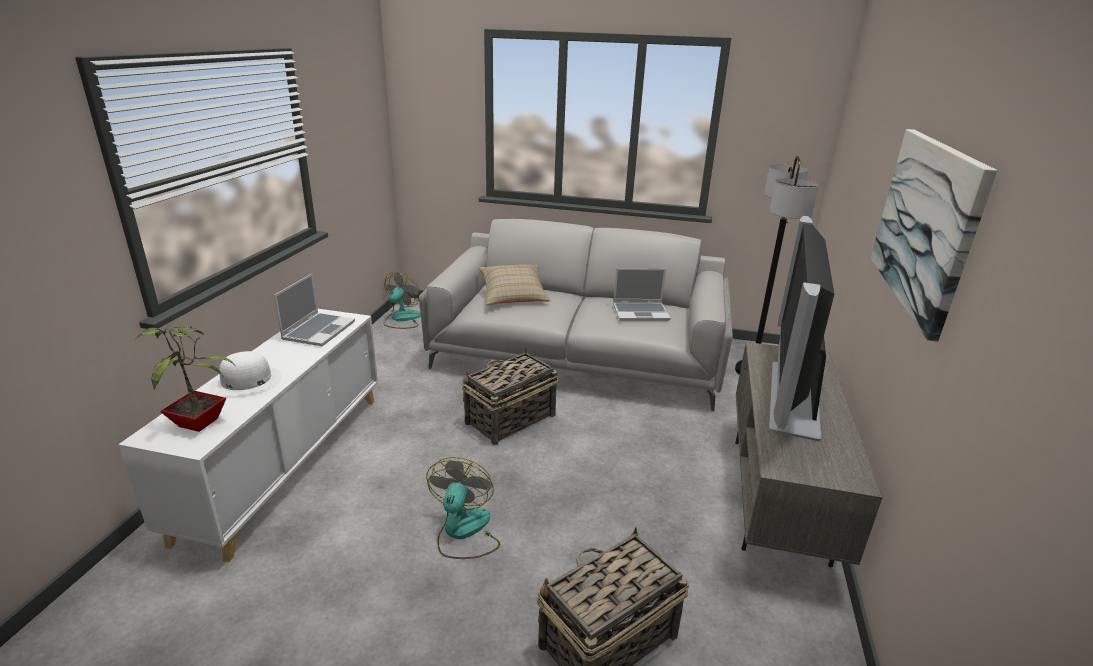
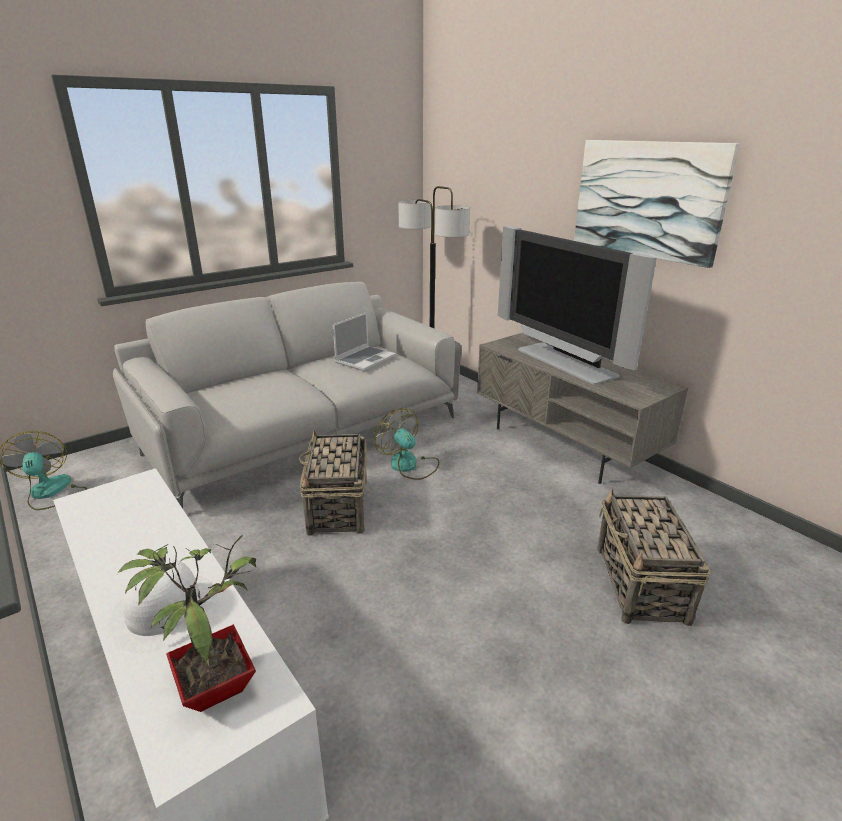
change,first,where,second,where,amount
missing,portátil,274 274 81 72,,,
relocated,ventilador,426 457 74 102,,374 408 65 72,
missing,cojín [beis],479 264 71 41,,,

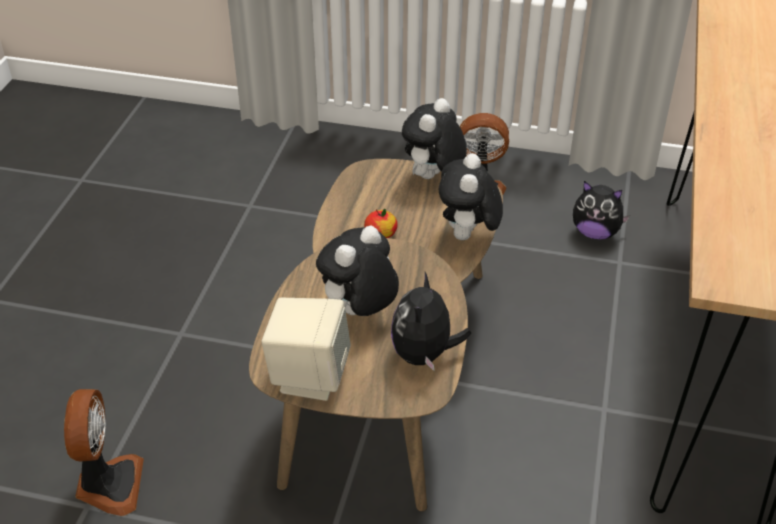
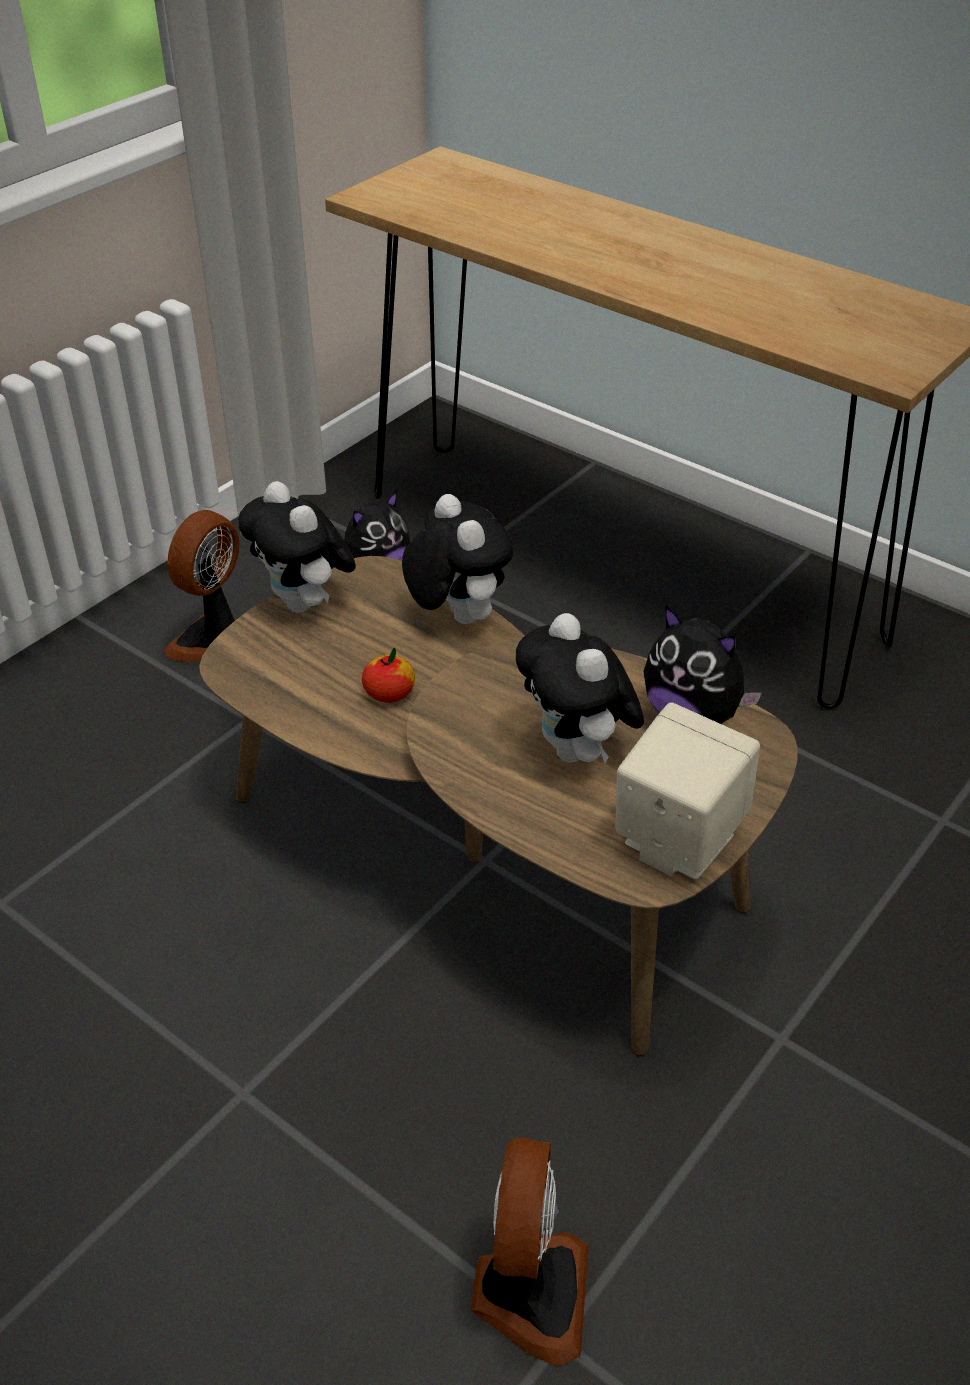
change,first,where,second,where,amount
spun,ventilador,64 389 80 127,,471 1137 118 228,75 degrees clockwise
spun,peluche,439 153 64 87,,402 494 111 130,150 degrees counterclockwise

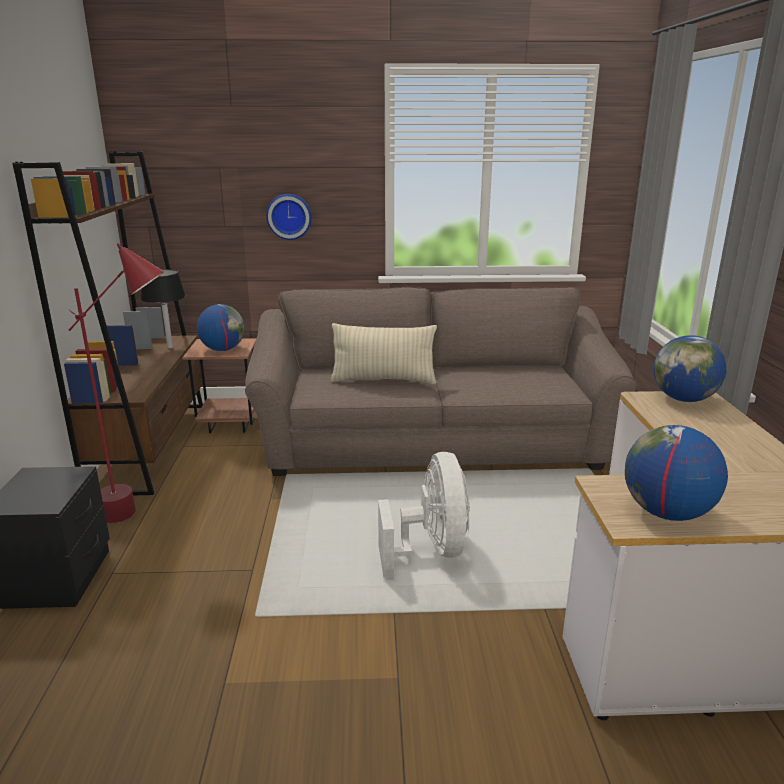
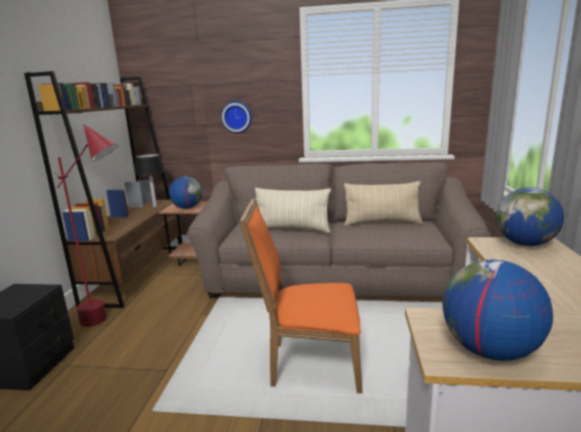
change,first,where,second,where,amount
exchanged,ventilador [blanco],378 452 92 126,silla [naranja],239 198 124 195,
appeared,,,cojín [beis],344 181 79 45,

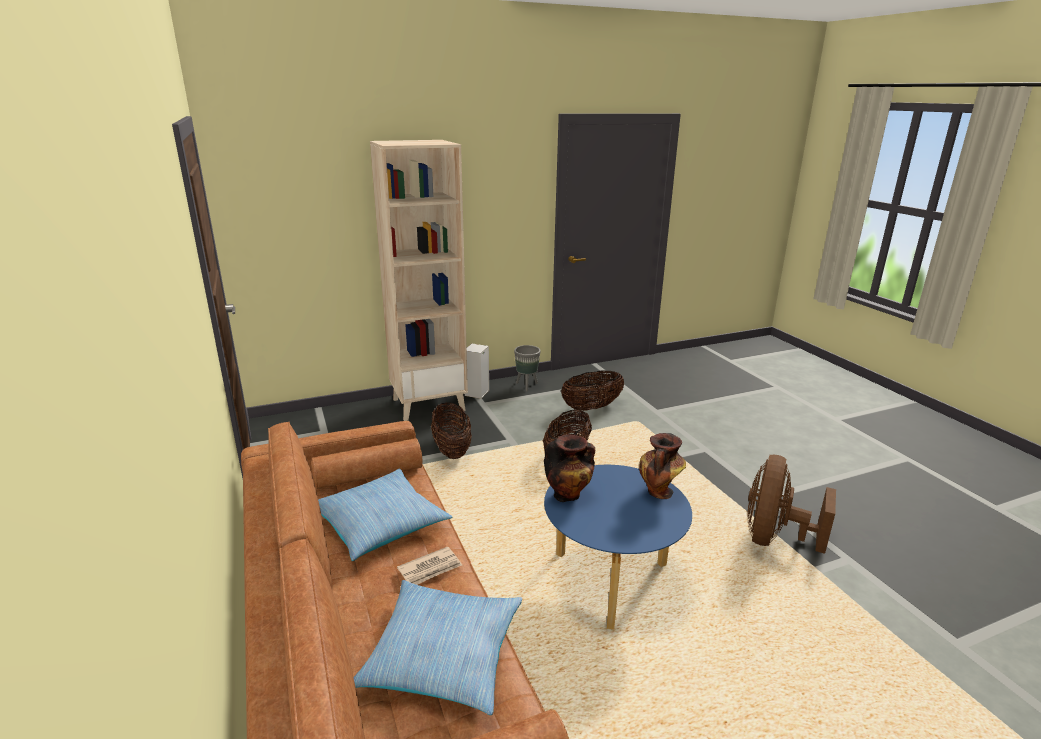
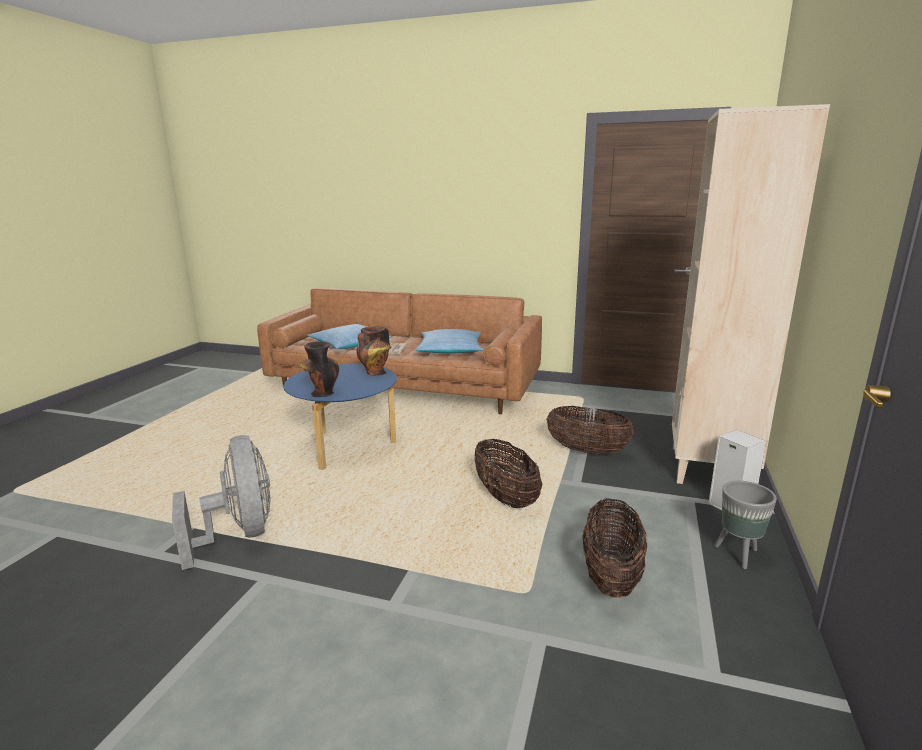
change,first,where,second,where,amount
colour,ventilador [marrón],748 455 88 99,ventilador [gris],172 435 98 135,

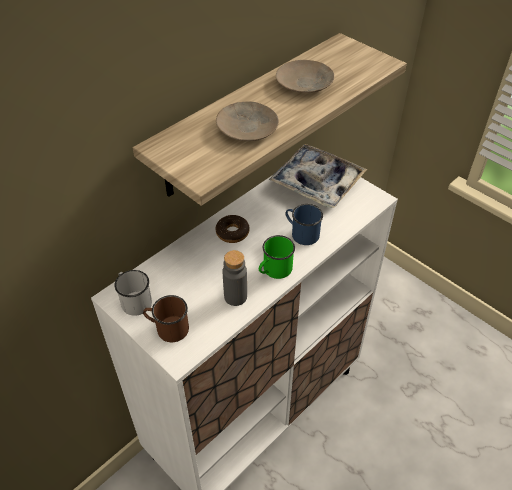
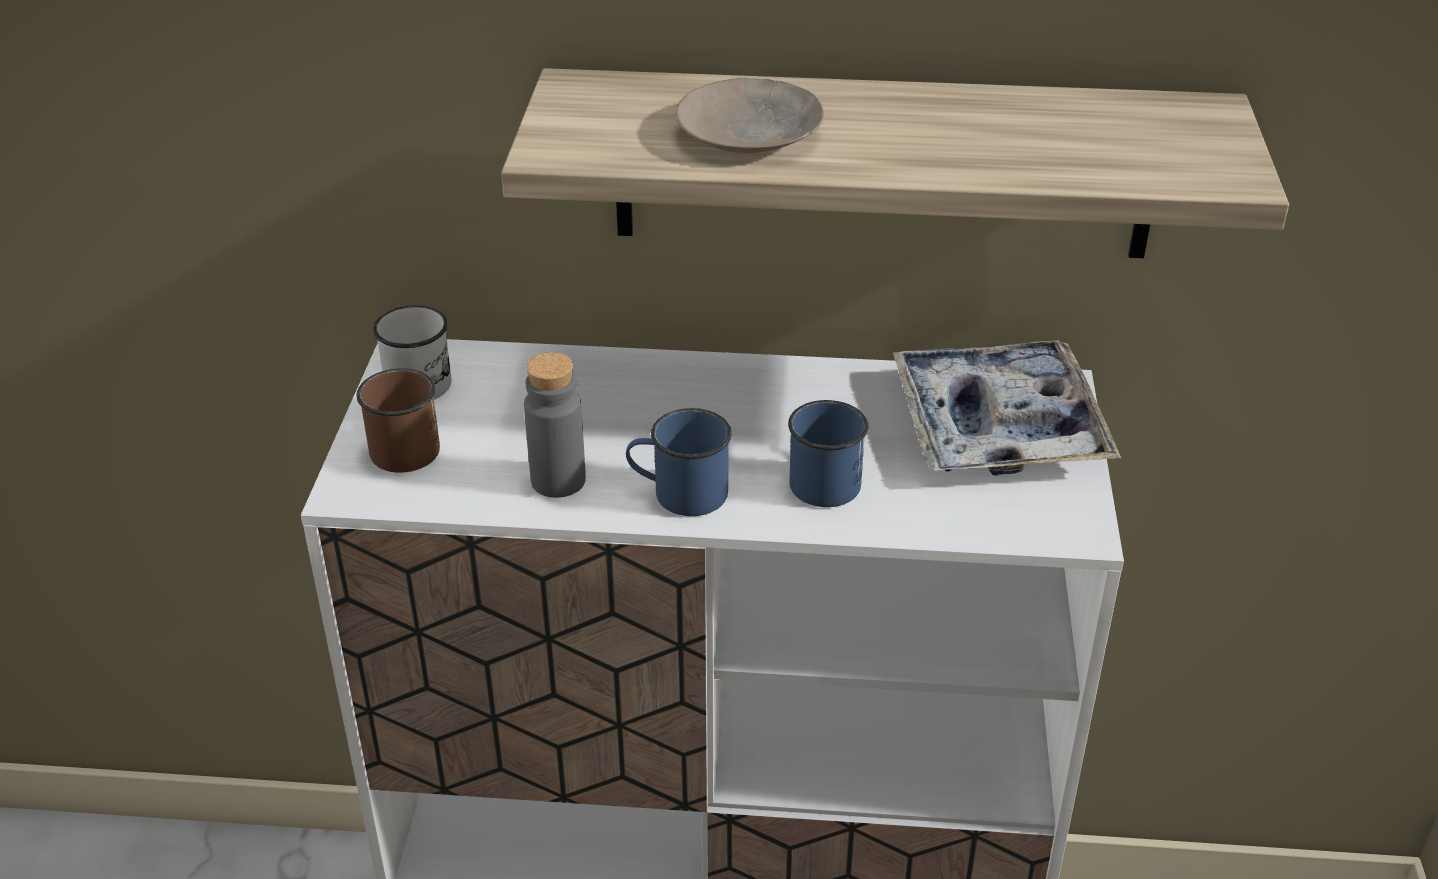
change,first,where,second,where,amount
missing,rosquilla,216 215 33 28,,,
colour,taza grande [verde],259 235 36 44,taza grande [azul],626 408 106 108,
missing,plato [beis],276 60 58 33,,,

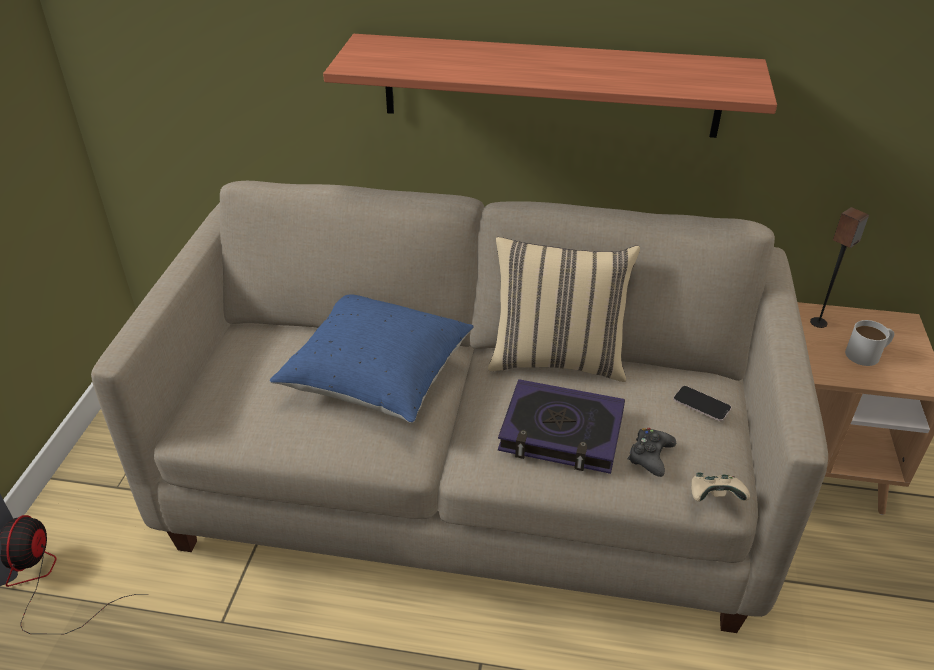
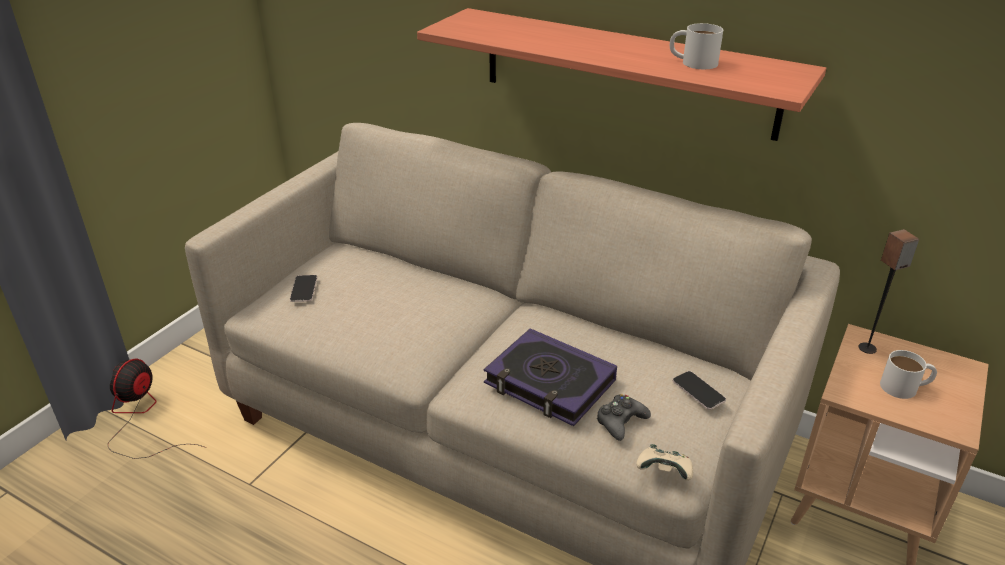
change,first,where,second,where,amount
missing,cojín [azul],270 294 203 129,,,
missing,cojín [beis],488 237 152 145,,,
appeared,,,móvil,290 275 27 27,
appeared,,,taza grande [blanco],670 23 53 46,

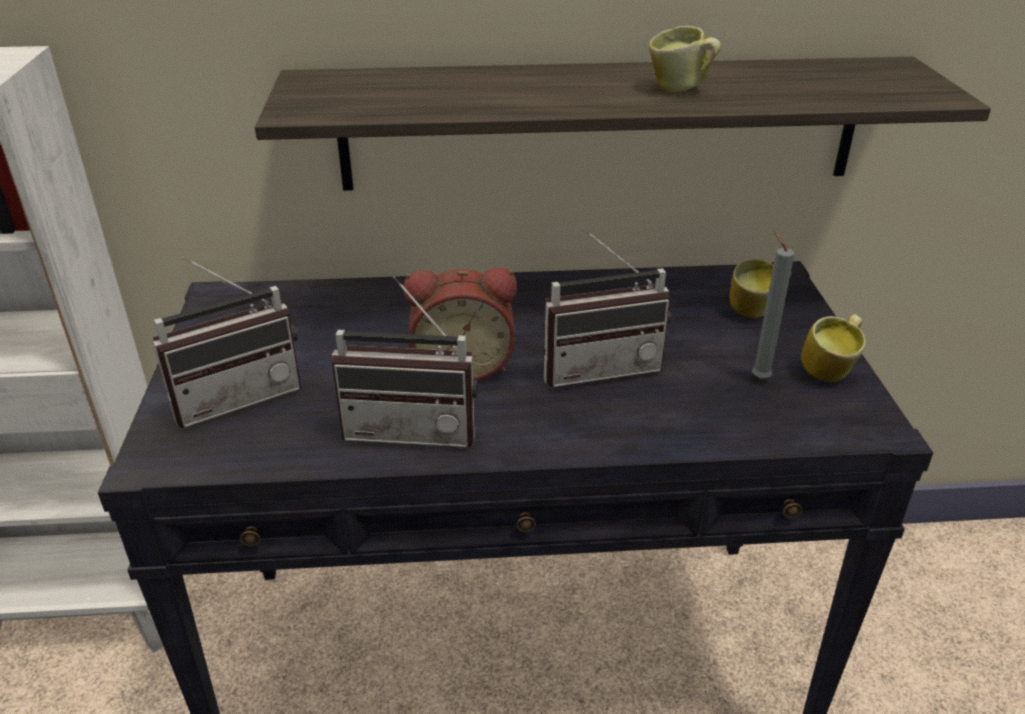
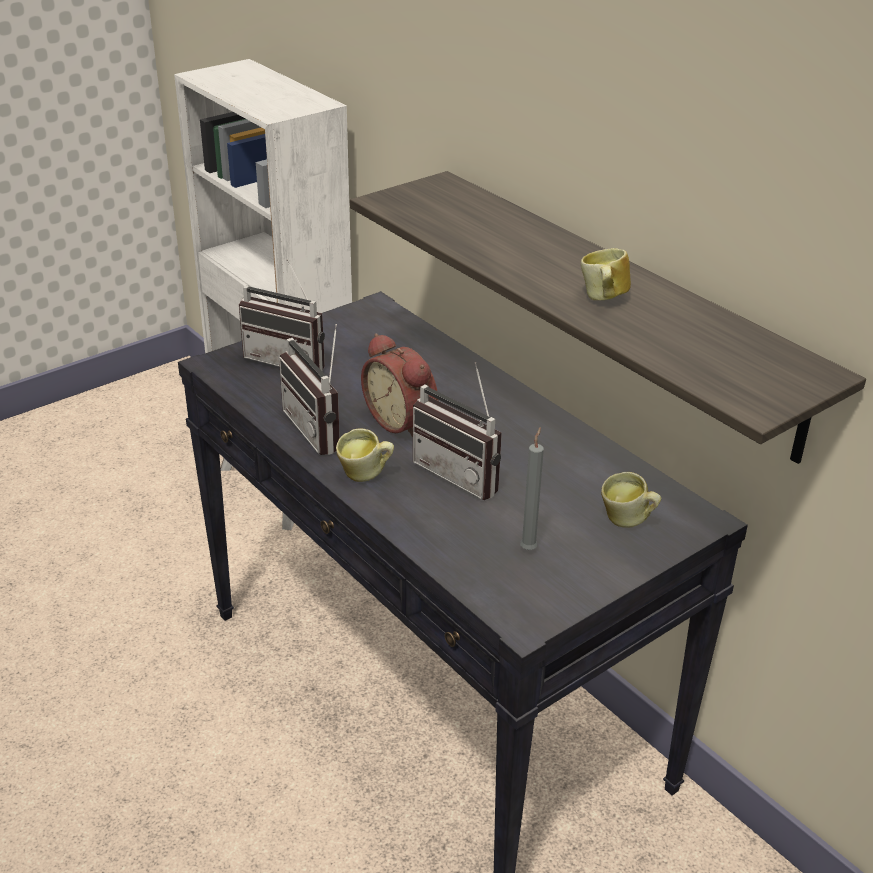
change,first,where,second,where,amount
relocated,taza grande,801 314 65 68,,336 428 58 54,

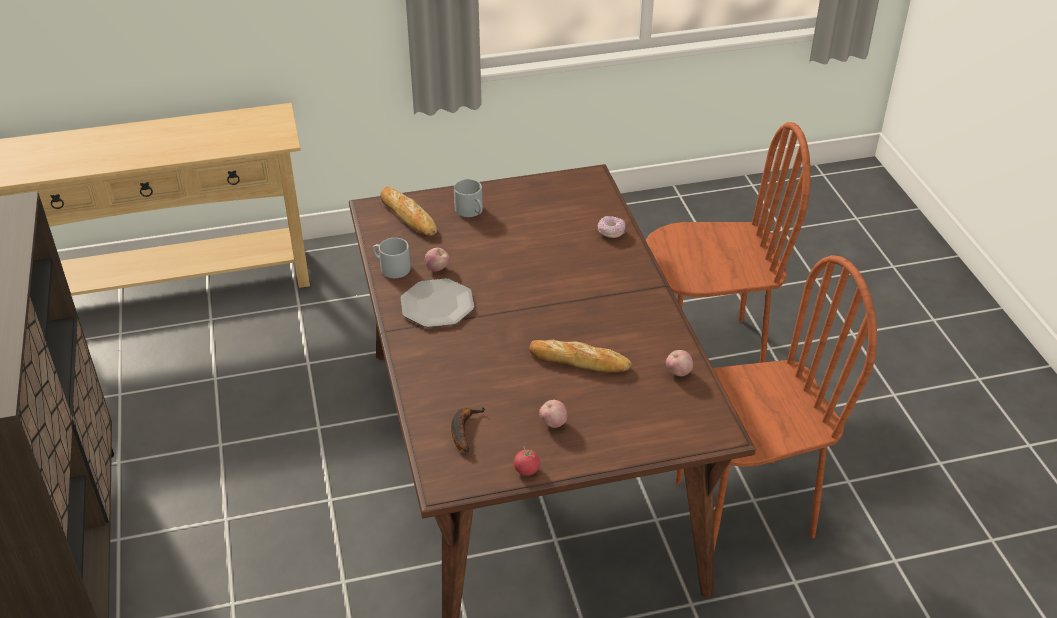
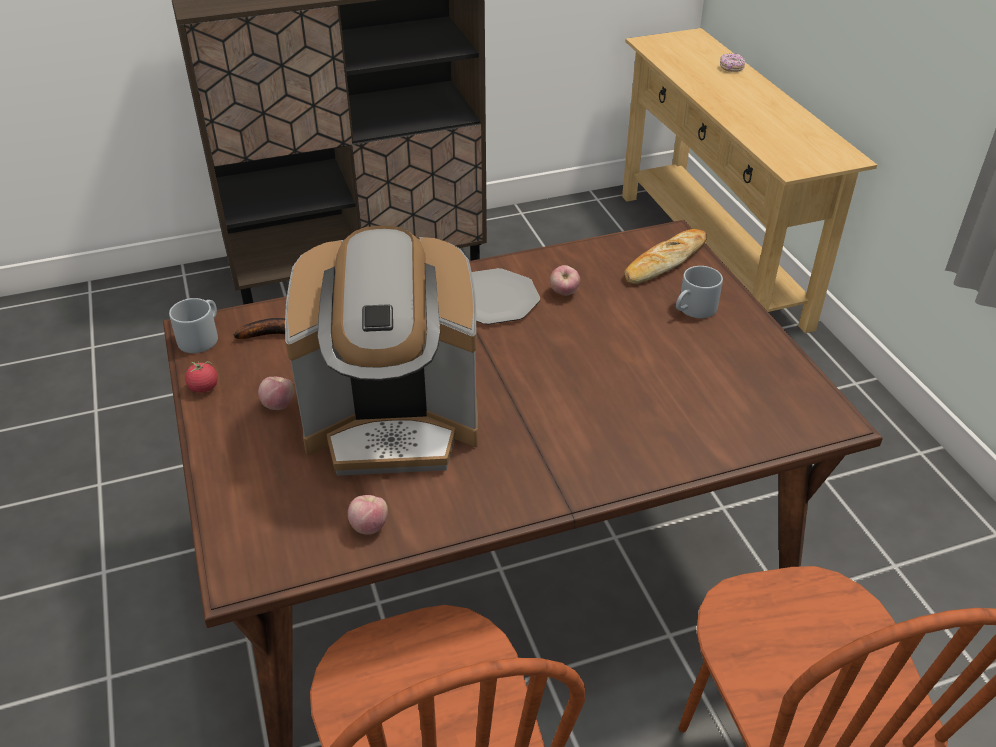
change,first,where,second,where,amount
relocated,taza grande [gris],372 238 38 40,,169 298 49 55,
exchanged,pan,529 340 103 33,cafetera,285 225 193 251,
relocated,rosquilla,598 216 27 22,,720 53 25 19,

